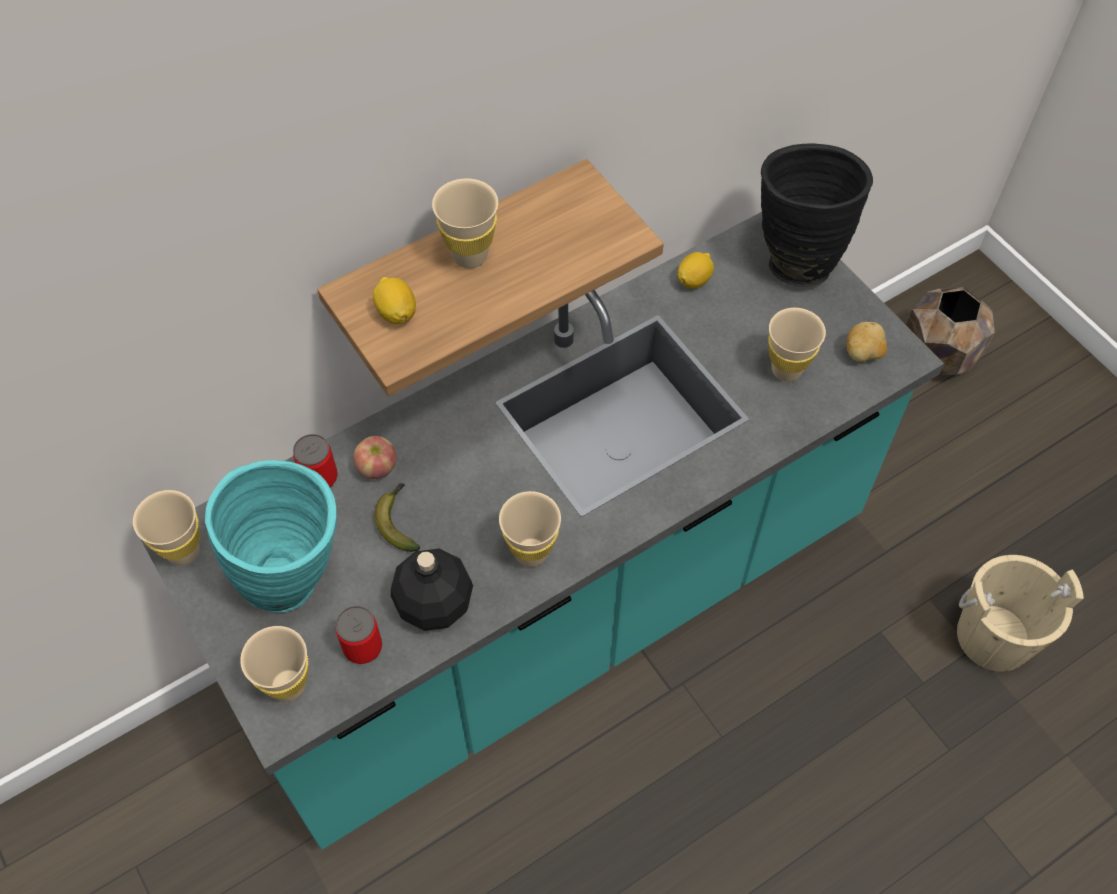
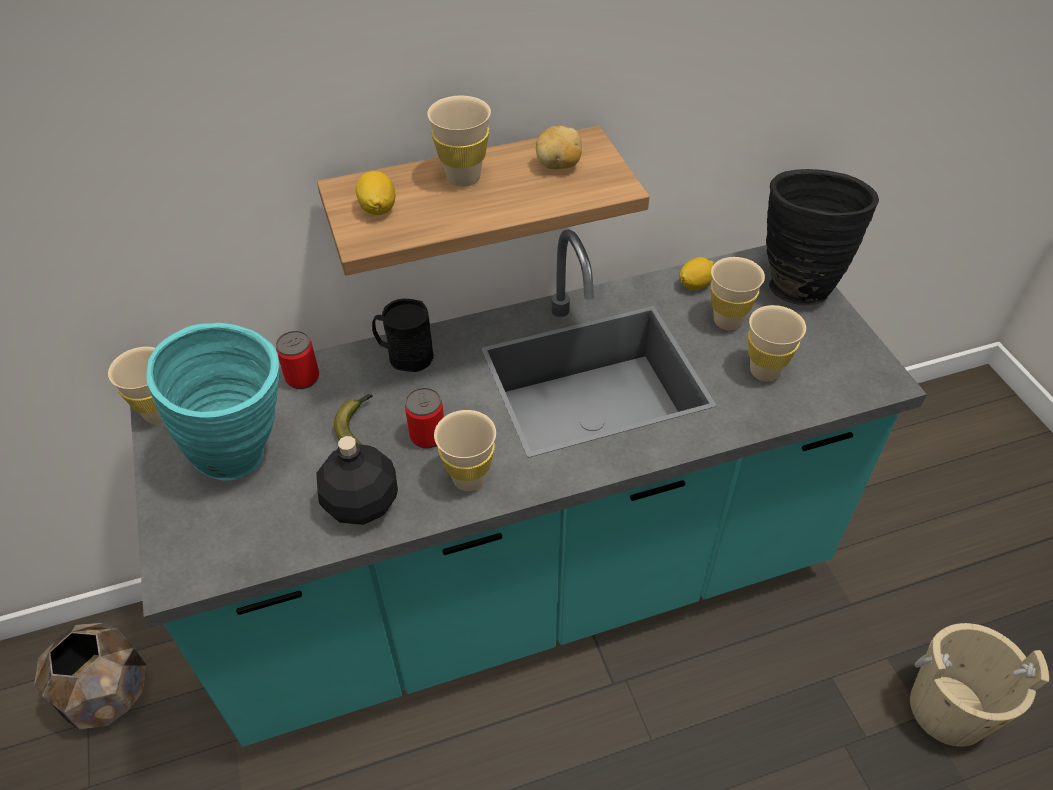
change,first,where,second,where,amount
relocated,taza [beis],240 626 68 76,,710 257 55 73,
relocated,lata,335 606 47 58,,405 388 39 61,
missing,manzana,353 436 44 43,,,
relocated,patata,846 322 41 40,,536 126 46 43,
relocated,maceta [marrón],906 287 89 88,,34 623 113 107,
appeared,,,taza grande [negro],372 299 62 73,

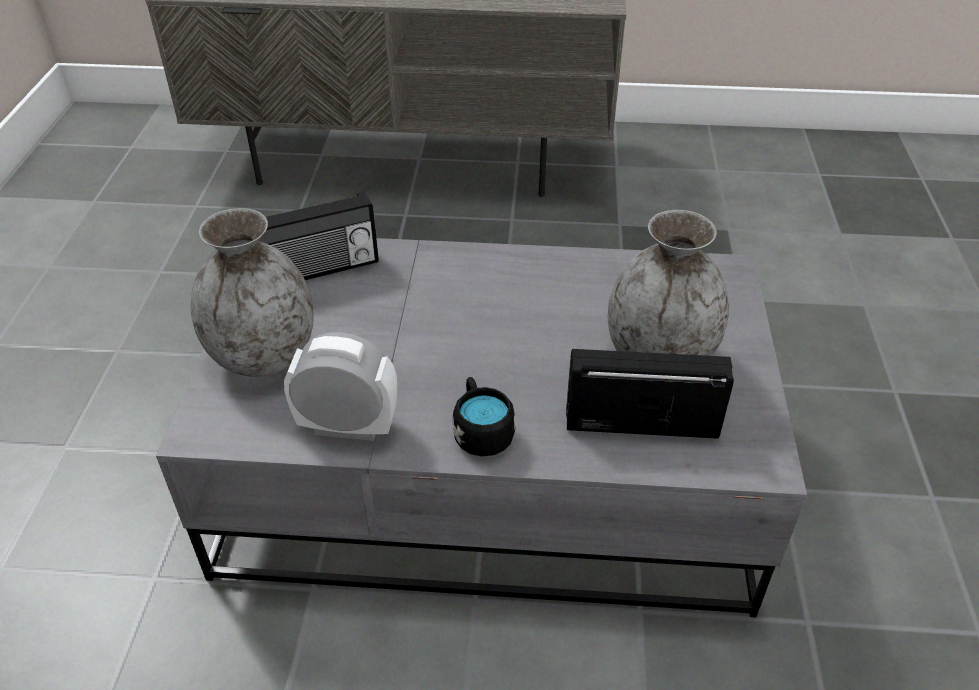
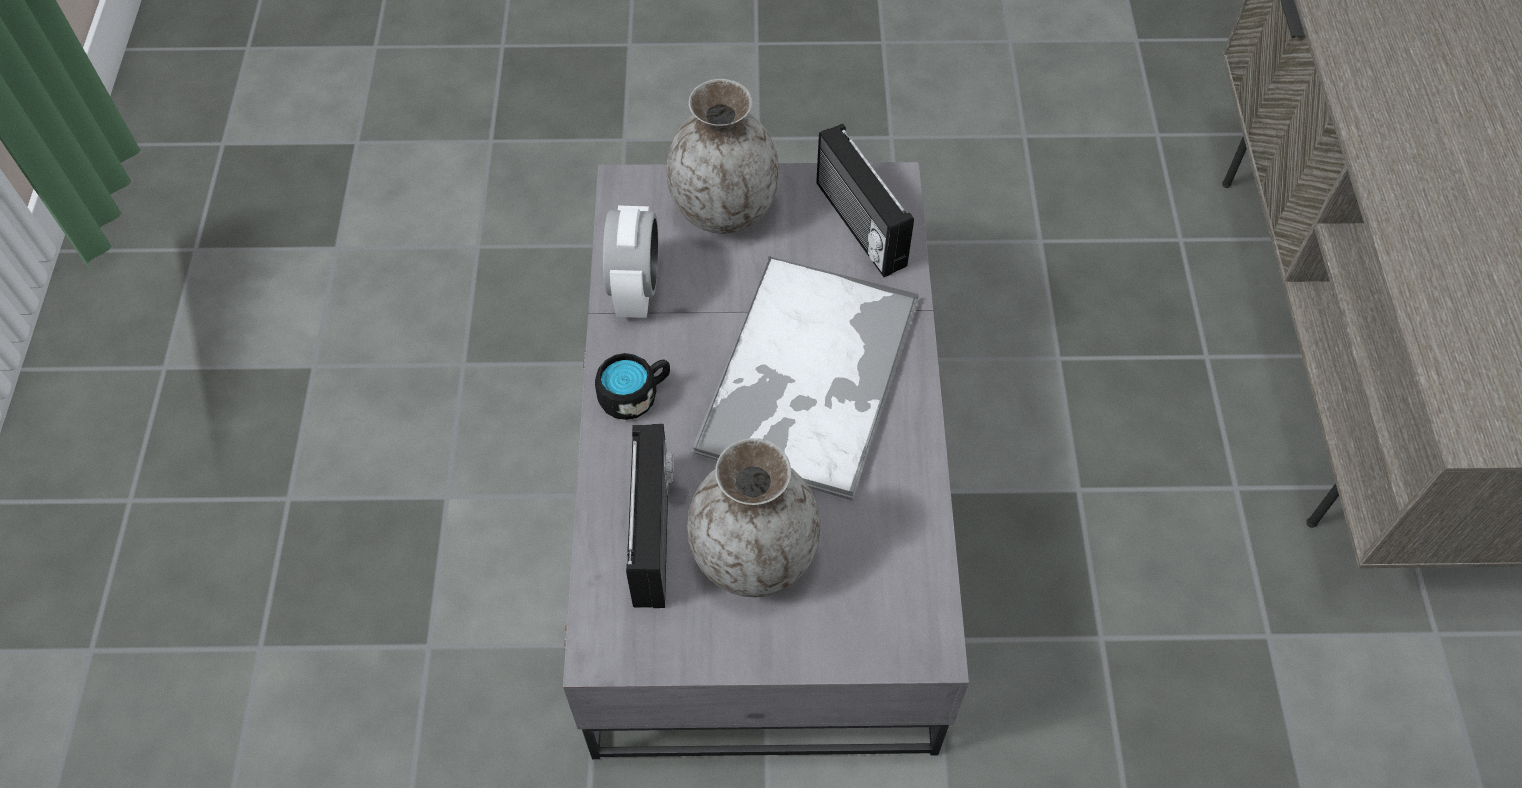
change,first,where,second,where,amount
appeared,,,bandeja,691 255 228 246,

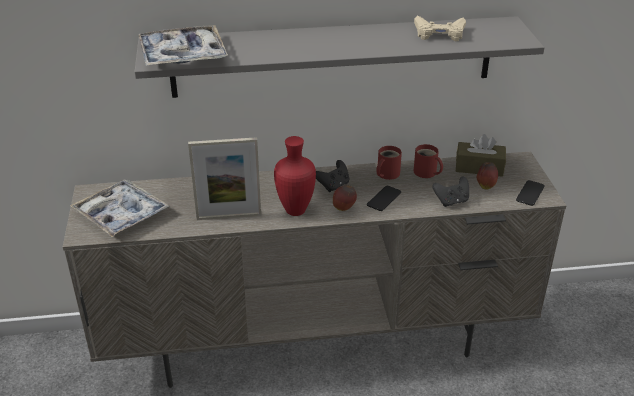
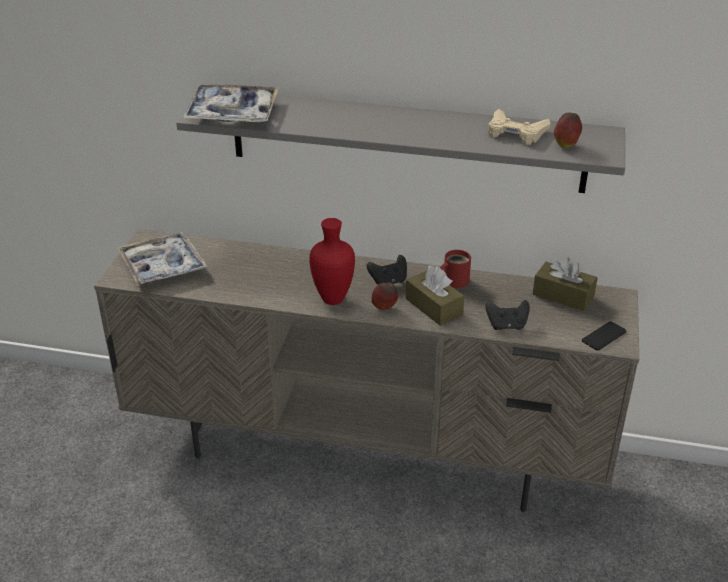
change,first,where,second,where,amount
missing,portarretratos,188 137 73 83,,,
exchanged,móvil,367 185 34 26,caja de pañuelos [marrón],406 266 58 60,
missing,taza grande [rojo],414 144 29 34,,,
relocated,manzana,477 162 21 27,,554 113 28 35,

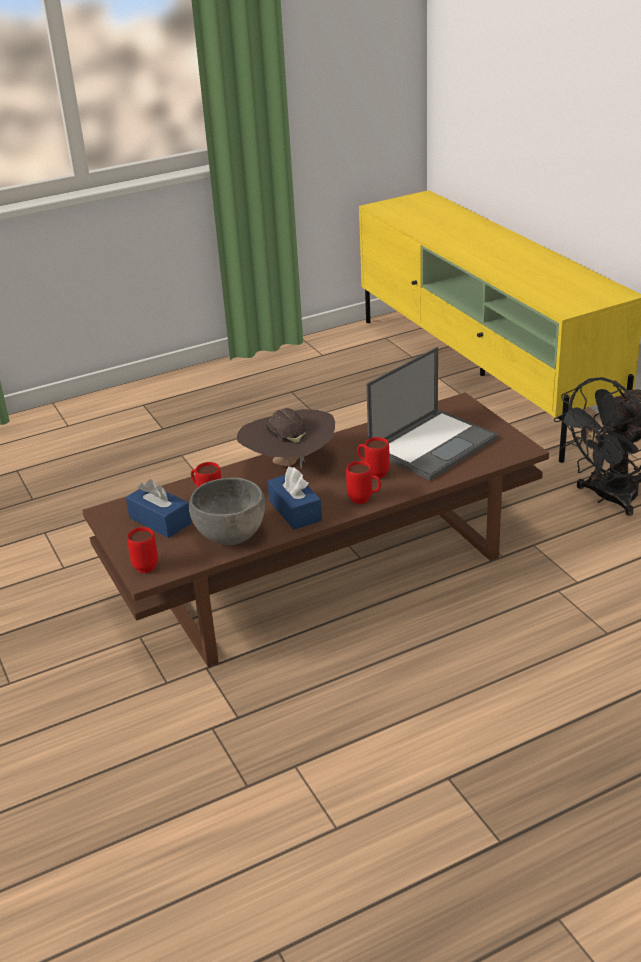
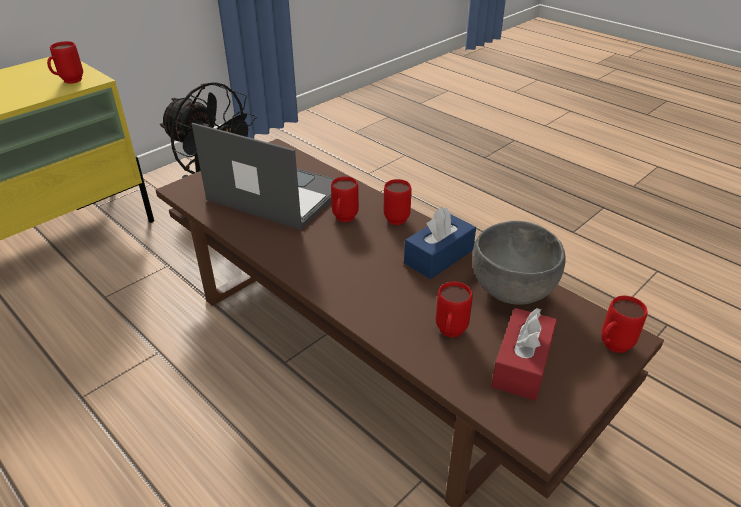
change,first,where,second,where,amount
colour,caja de pañuelos [azul],126 479 65 59,caja de pañuelos [rojo],491 308 66 93,
missing,sombrero [marrón],237 408 98 61,,,
appeared,,,taza grande [rojo],47 41 36 43,

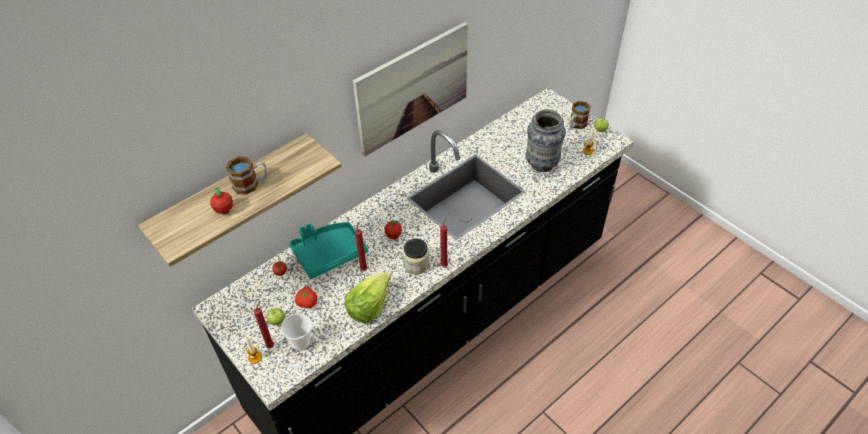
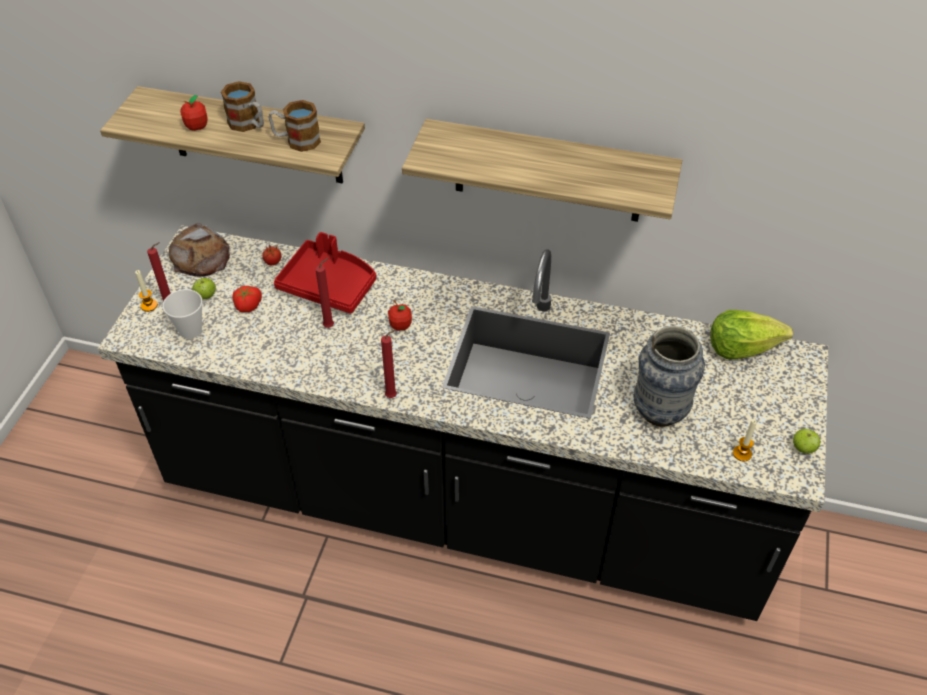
change,first,where,second,where,amount
colour,bandeja [turquesa],289 222 79 57,bandeja [rojo],274 232 102 81,
relocated,lechuga,344 272 47 51,,710 310 83 49,
exchanged,cuadro,353 22 115 135,estante,402 119 280 103,
missing,tarro,403 238 27 37,,,
relocated,taza grande,569 101 22 28,,269 100 52 52,
appeared,,,pan,169 223 61 54,

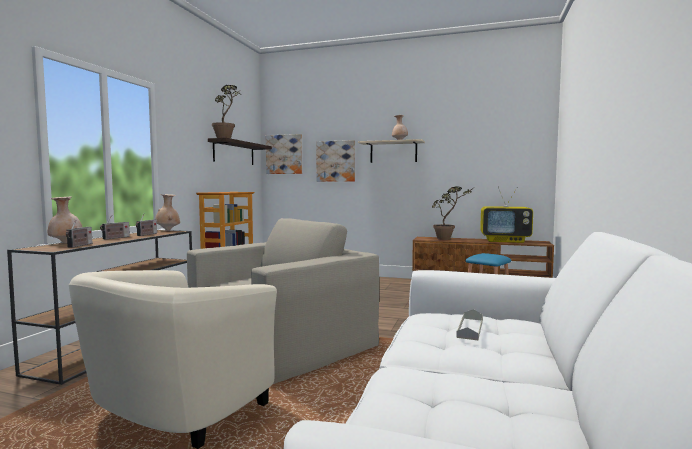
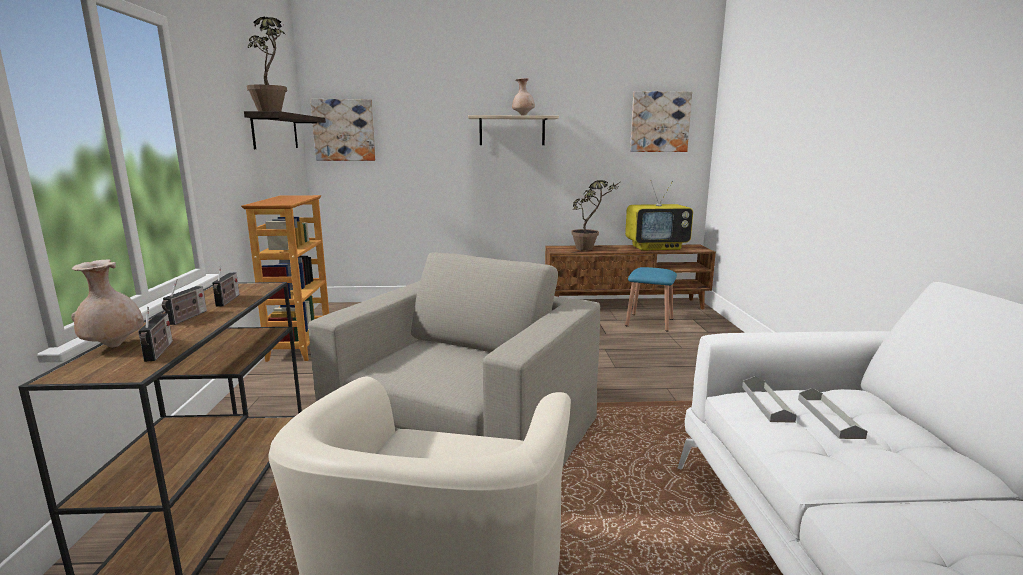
change,first,where,second,where,amount
missing,florero [beis],155 194 25 37,,,
relocated,cuadro,316 140 39 42,,630 91 62 61,
appeared,,,bandeja [gris],742 376 54 47,

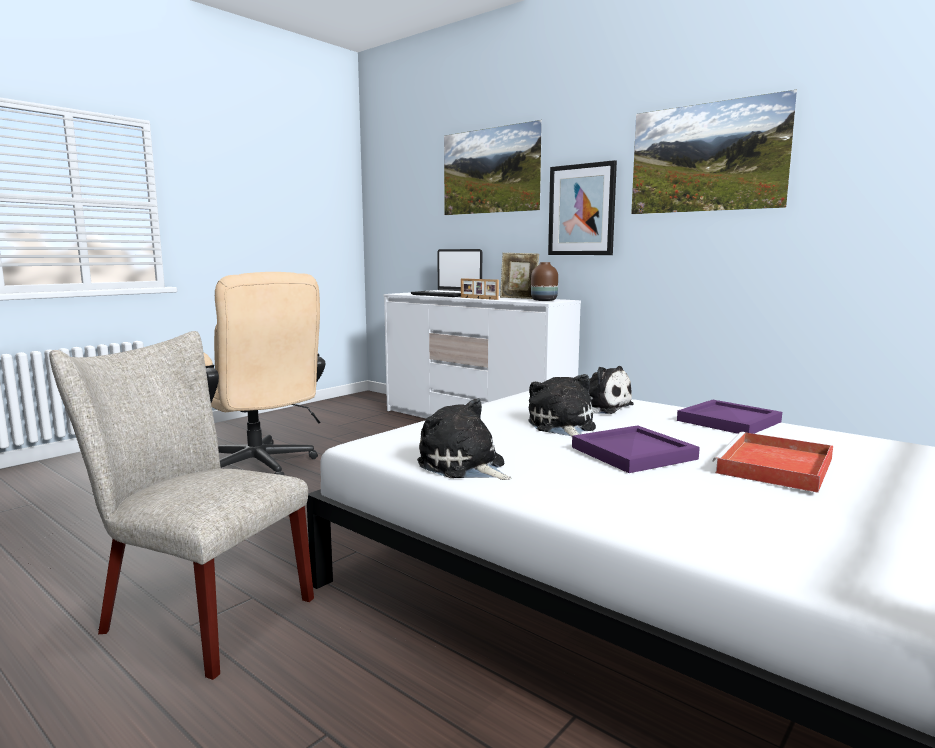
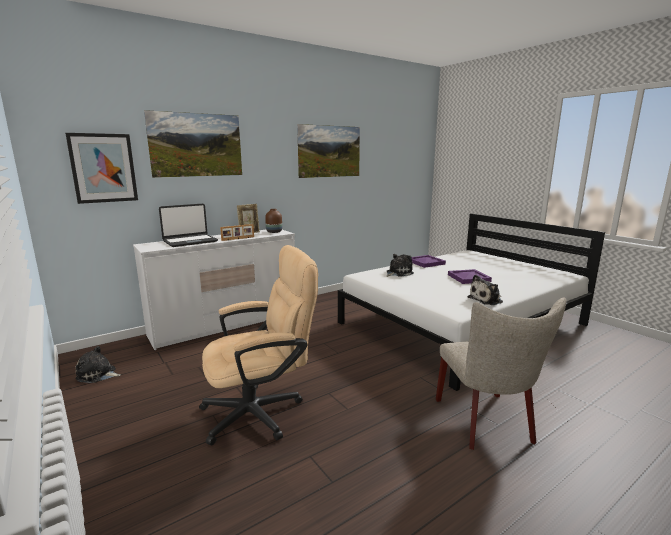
change,first,where,second,where,amount
spun,silla [beis],49 331 265 349,,436 297 131 153,45 degrees counterclockwise
relocated,peluche,528 374 68 62,,75 346 46 37,
relocated,cuadro,548 160 69 95,,65 133 73 71,
missing,bandeja [rojo],713 432 120 61,,,

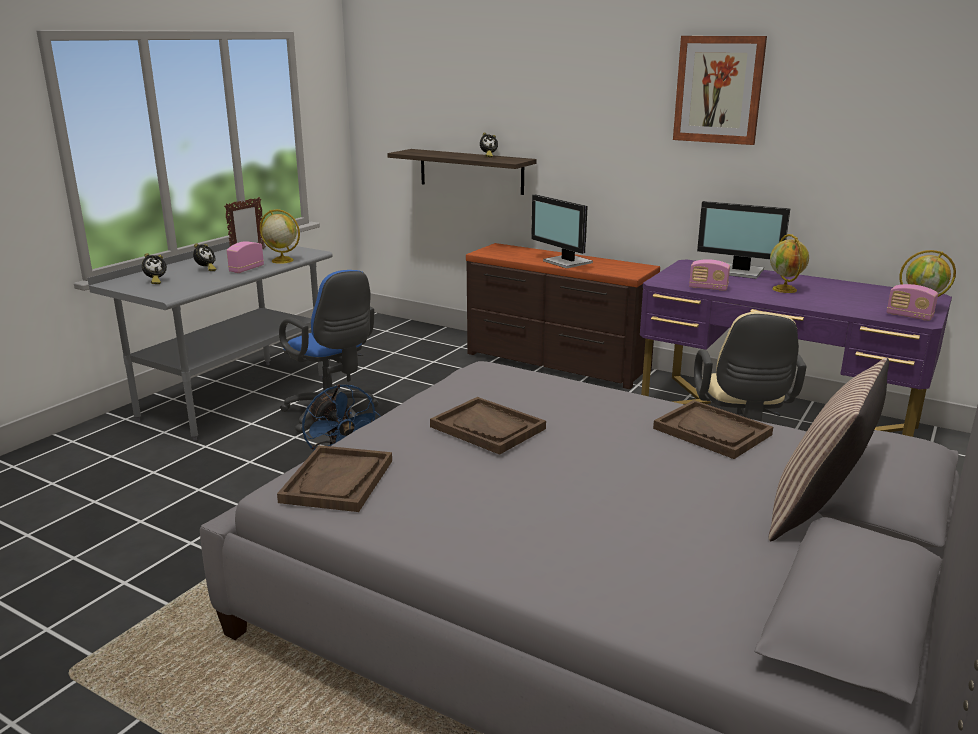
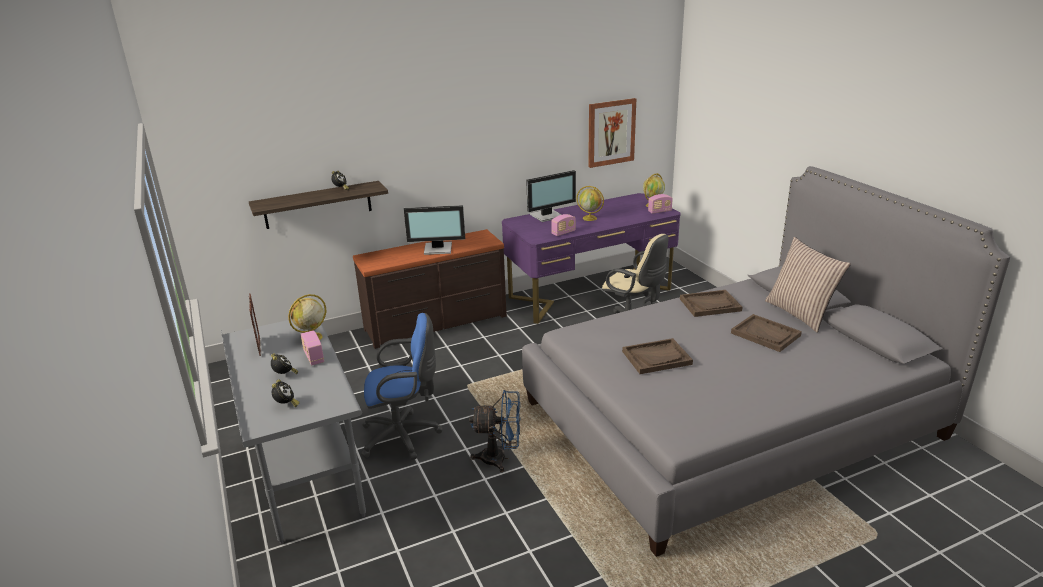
change,first,where,second,where,amount
relocated,bandeja [marrón],277 445 115 67,,731 314 71 38,
relocated,cuadro,673 36 94 109,,588 98 48 70,

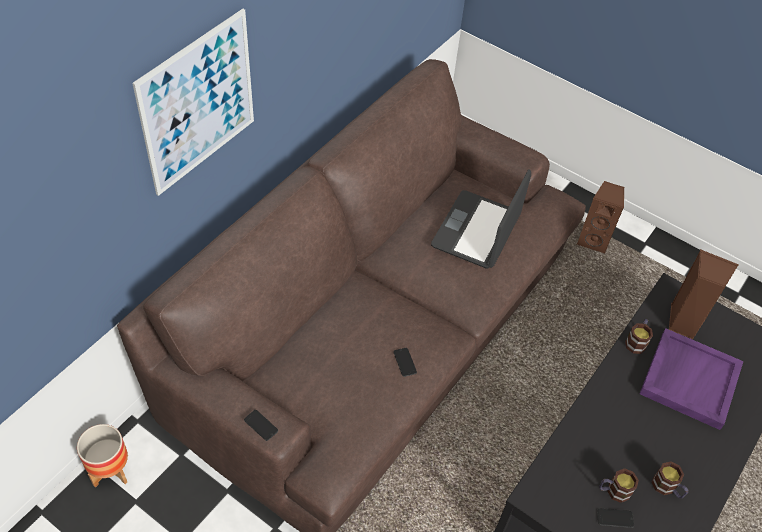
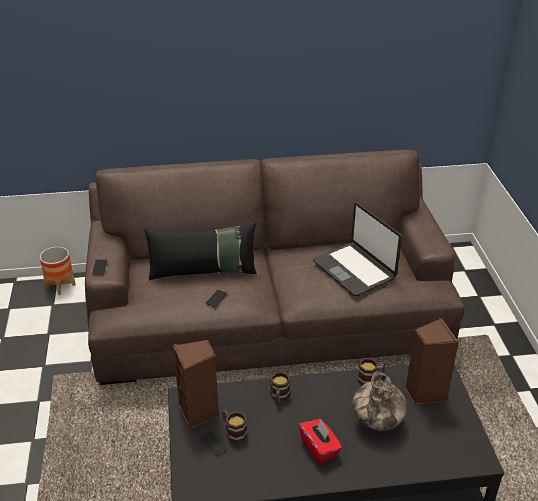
change,first,where,second,where,amount
missing,cuadro,132 9 122 187,,,
spun,portátil,431 169 100 100,,313 203 89 93,105 degrees counterclockwise
relocated,altavoz [marrón],577 181 47 73,,173 339 46 91,
exchanged,bandeja [morado],640 328 103 102,florero,353 372 54 59,
relocated,taza grande,652 461 36 37,,270 371 20 33,
appeared,,,cojín [negro],144 222 113 59,
appeared,,,caja de pañuelos [rojo],299 419 43 45,

